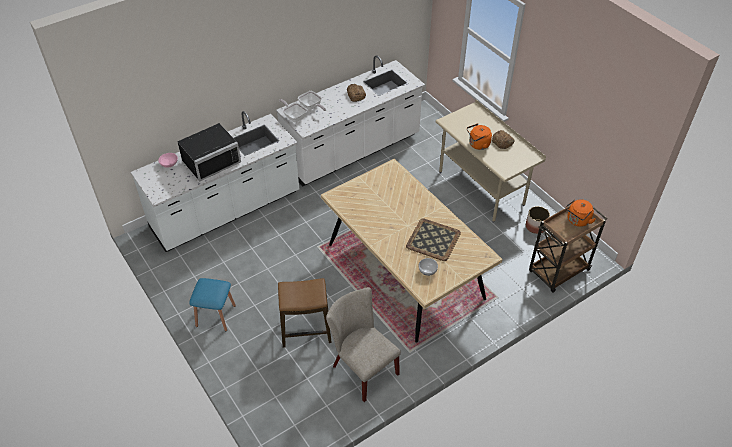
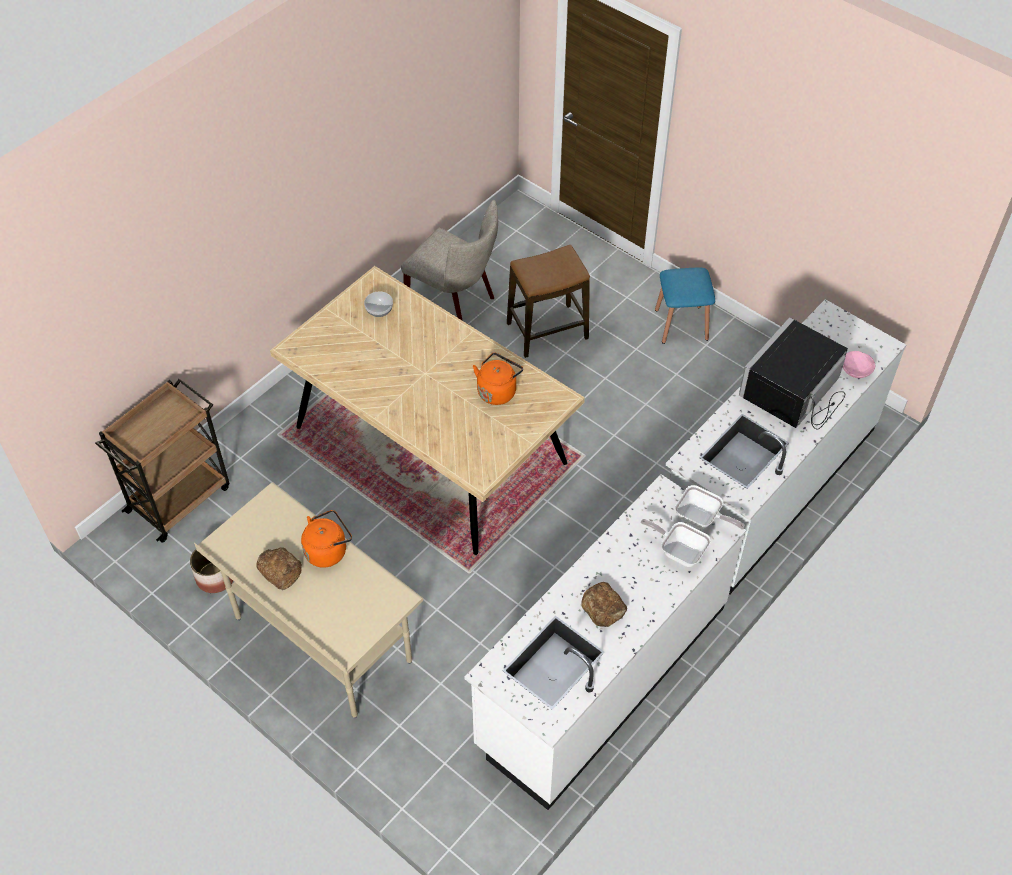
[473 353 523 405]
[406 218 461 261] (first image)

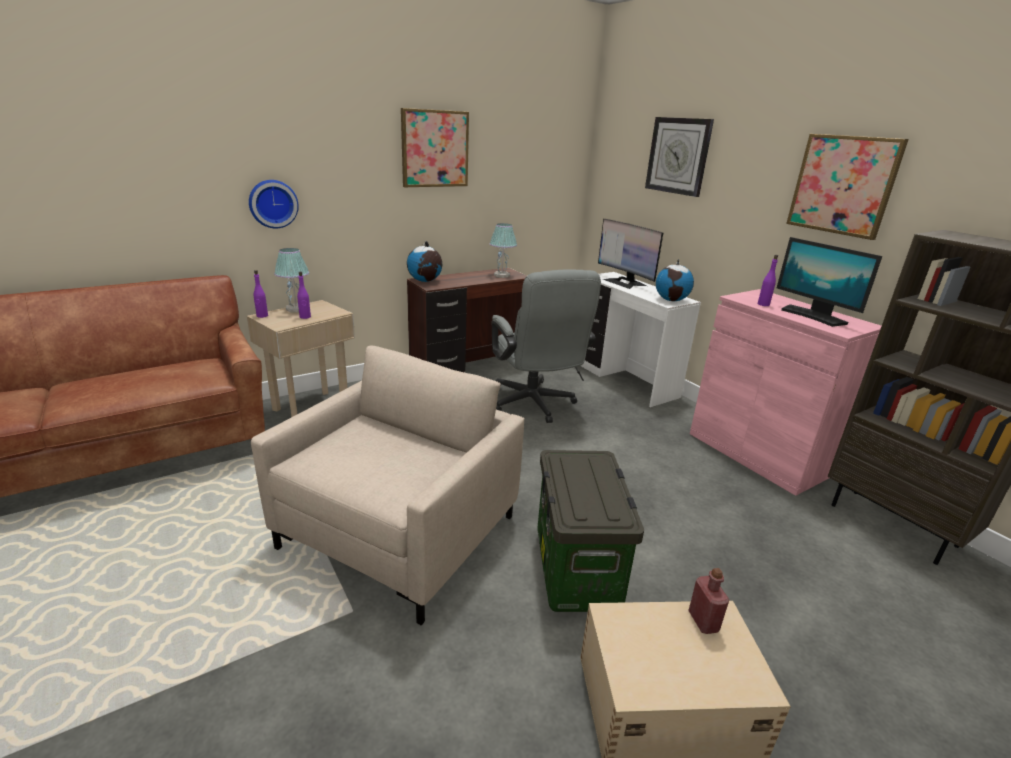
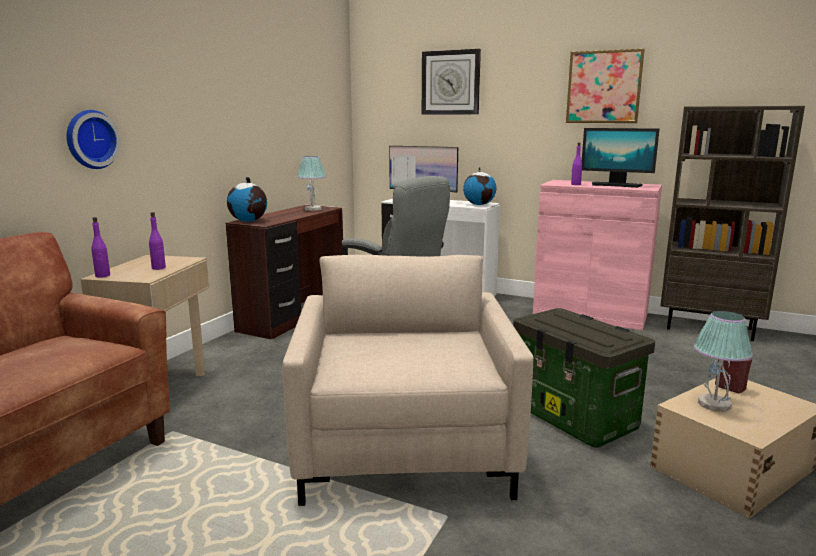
[401 108 469 187] (first image)
[694 311 753 412]

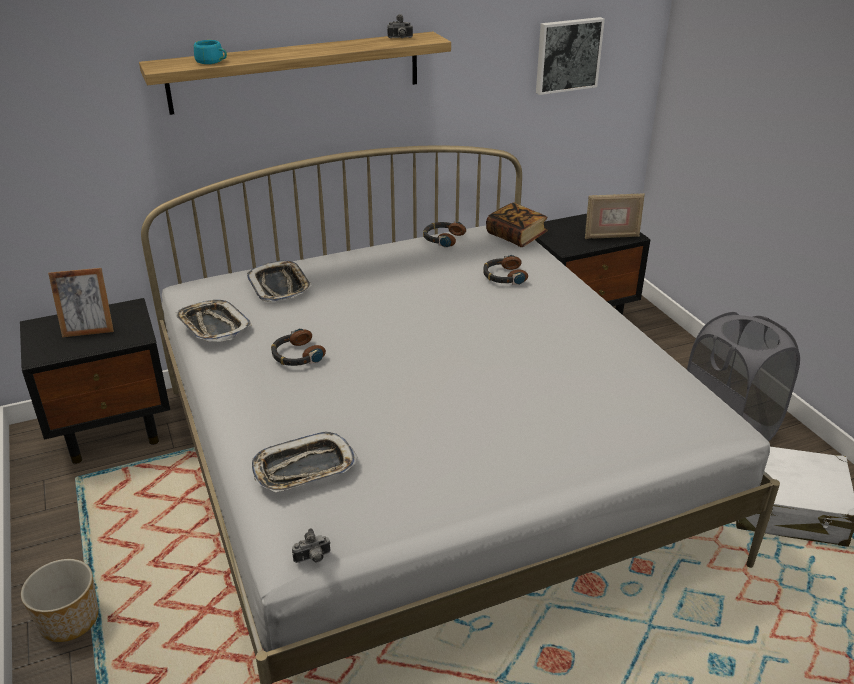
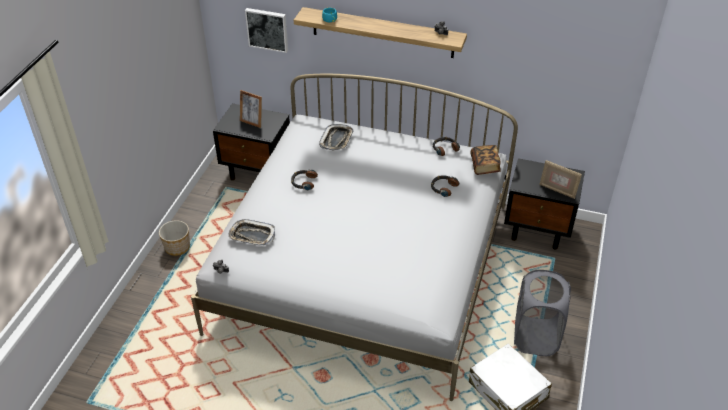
[245 8 288 53]
[174 300 252 342] (first image)

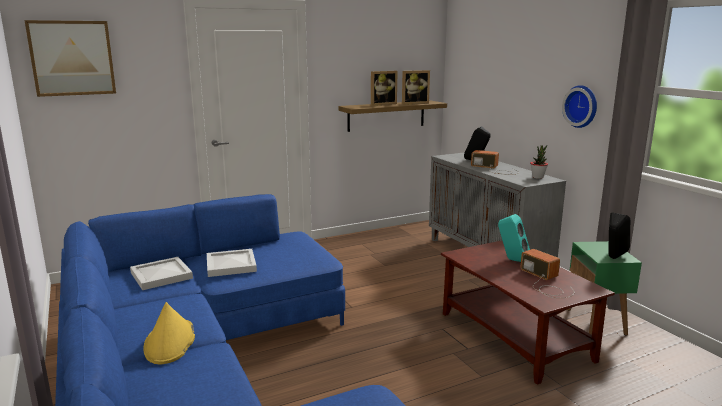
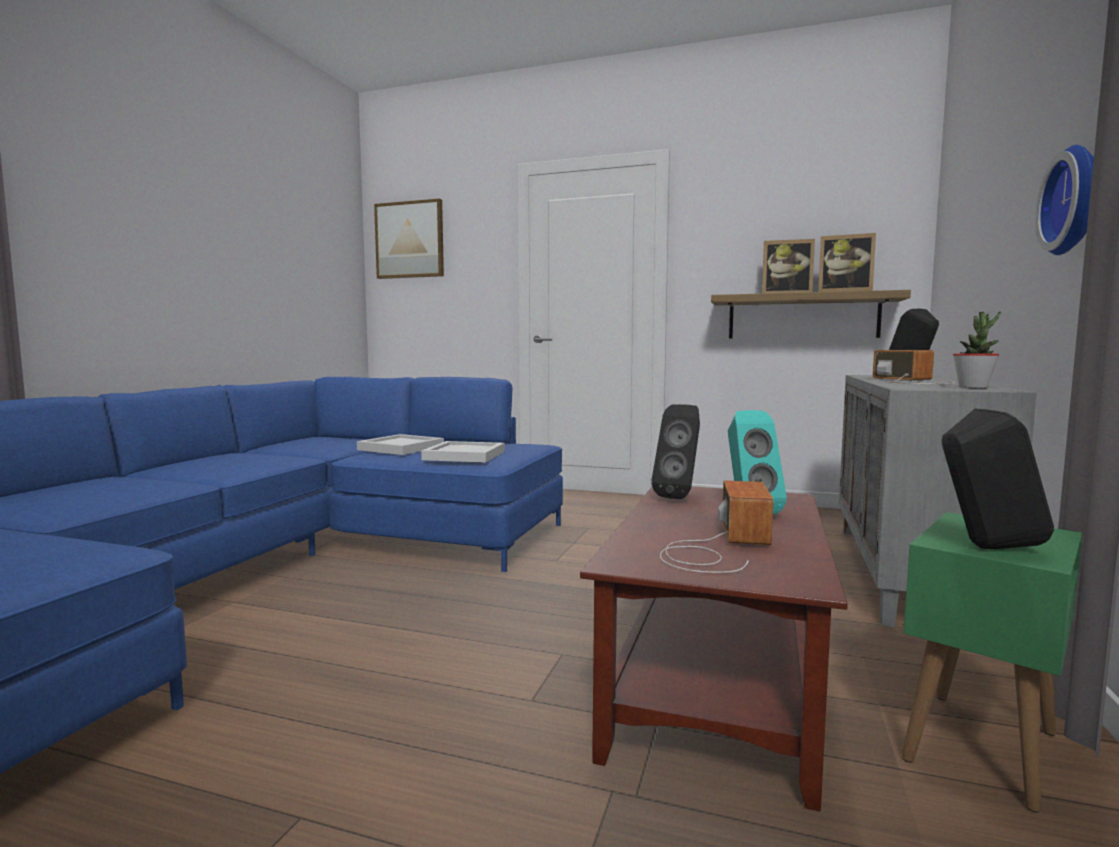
[421 441 505 463]
[143 302 195 364] (first image)
[651 404 700 499]

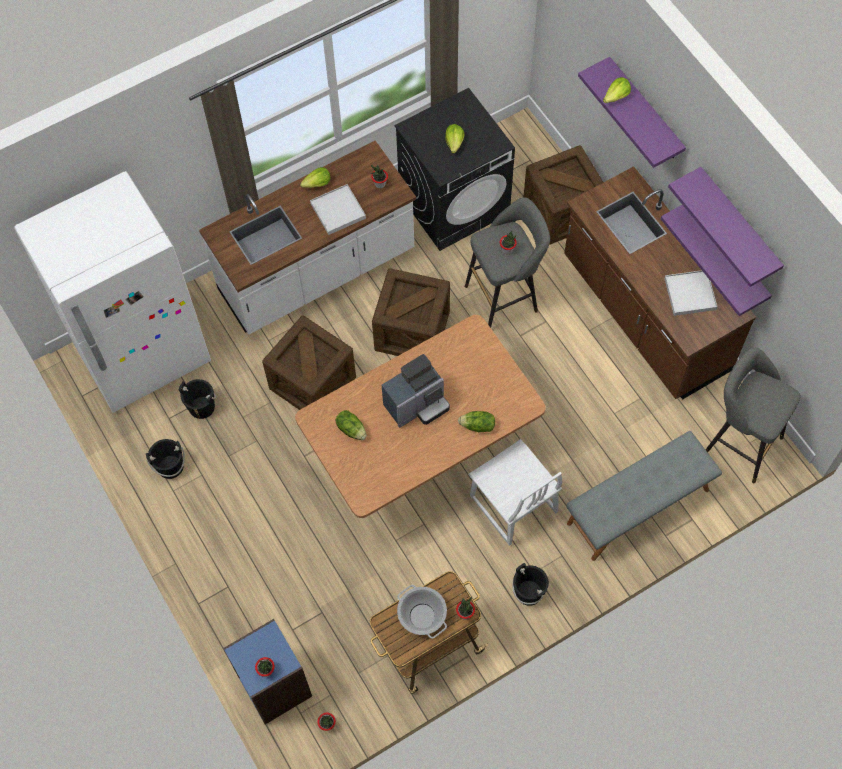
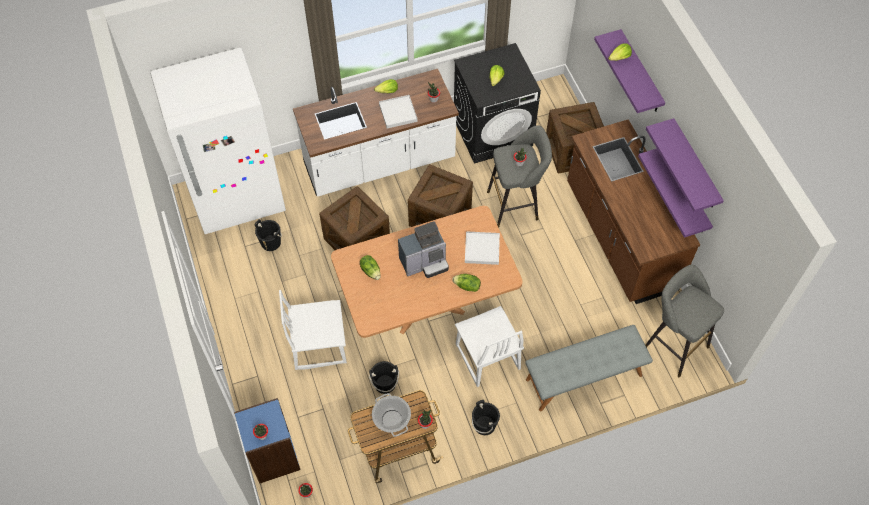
[465 231 500 265]
[369 361 399 394]
[279 290 347 370]

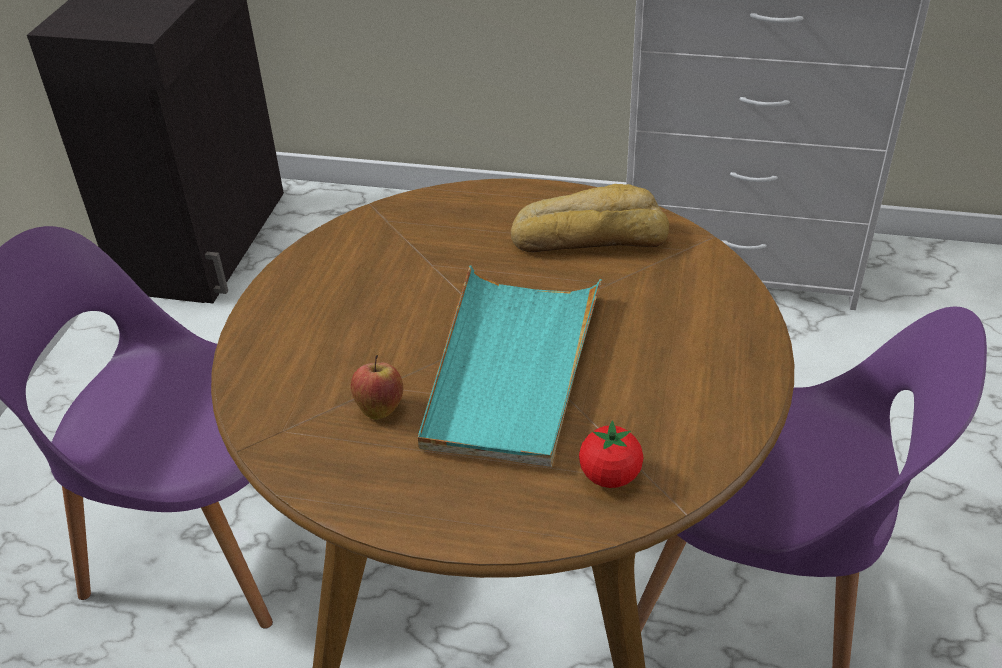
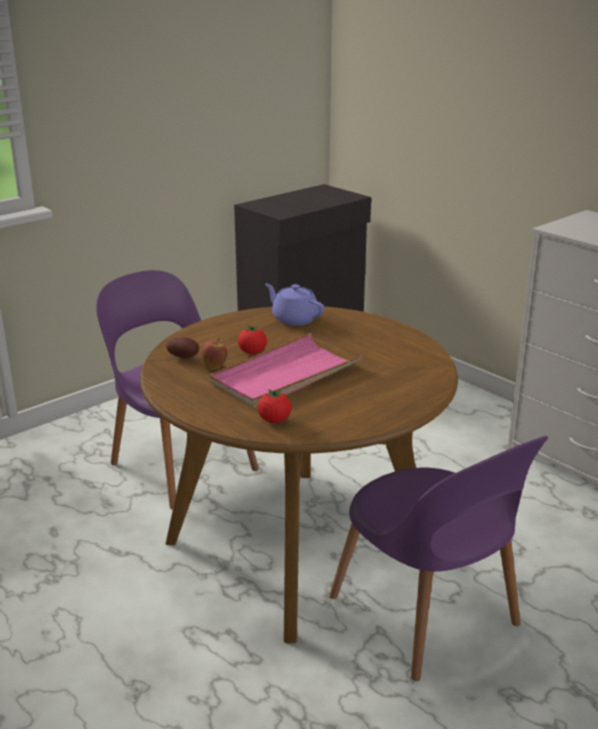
[511 184 669 252] (first image)
[210 333 362 408]
[265 284 324 326]
[238 325 267 354]
[166 337 199 359]

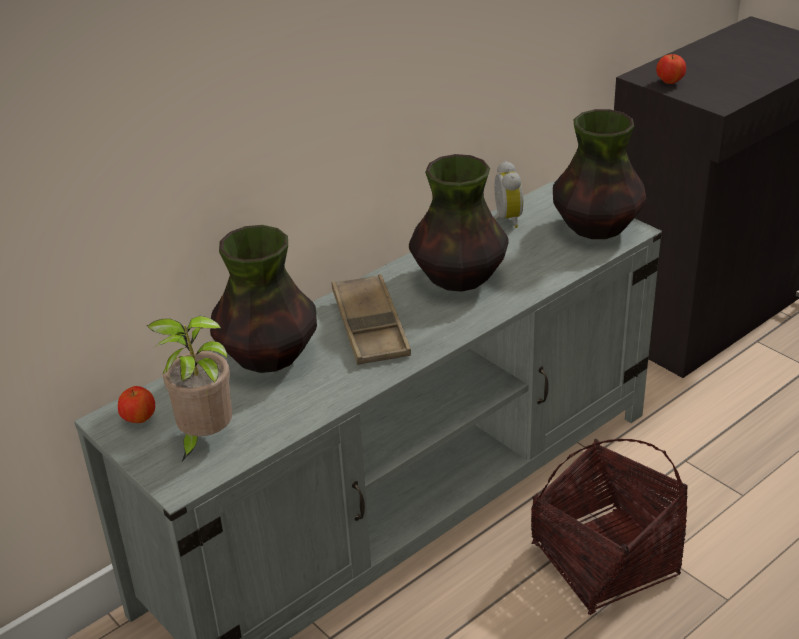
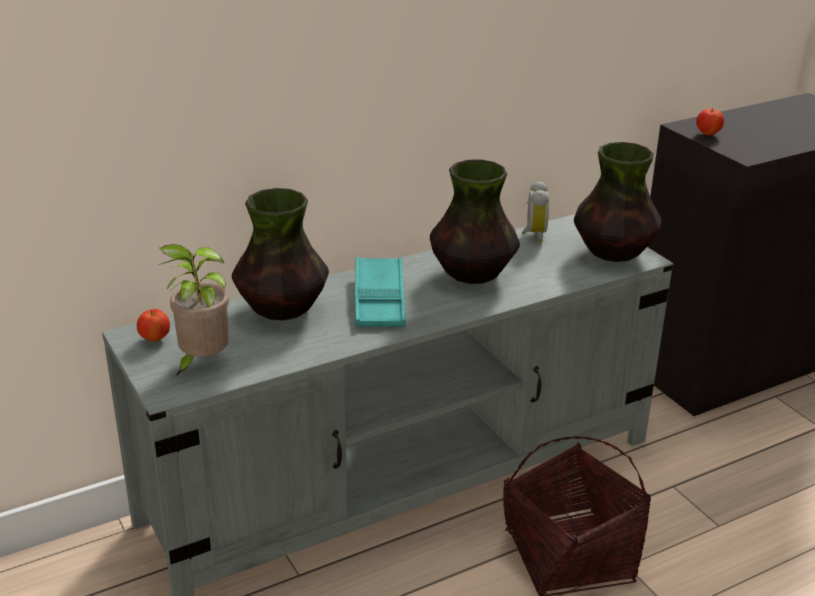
[355 257 405 327]

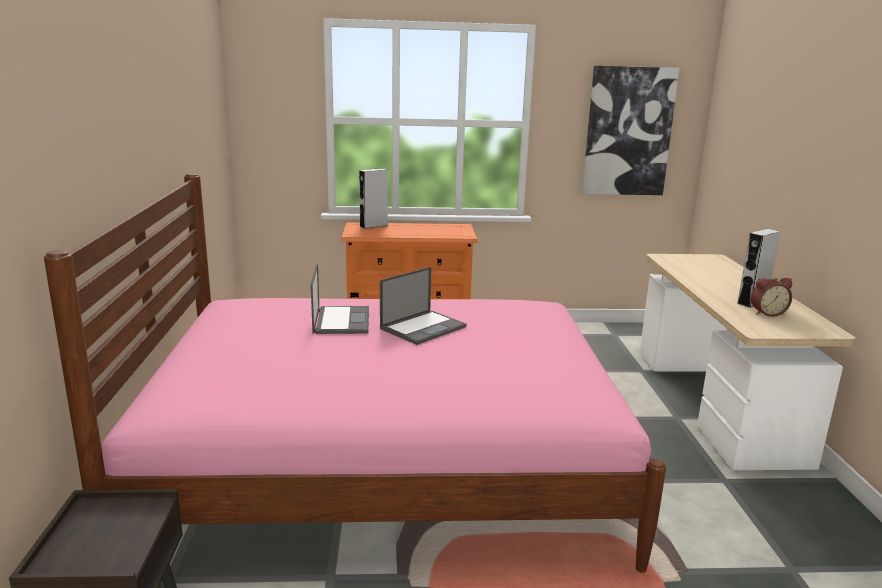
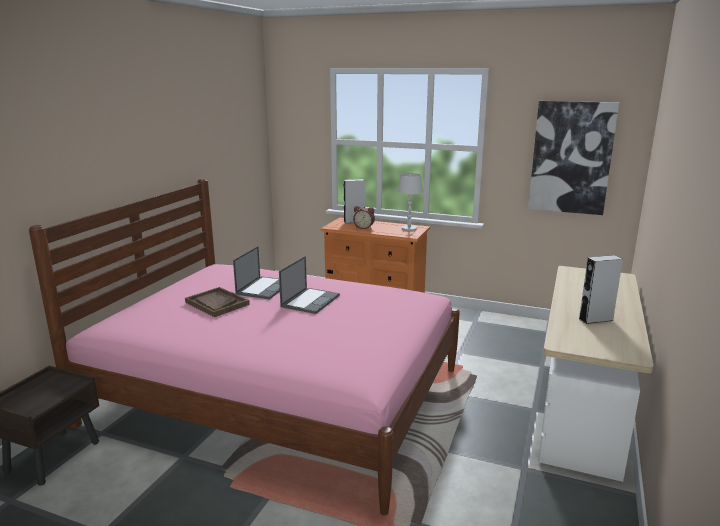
[279 256 340 314]
[353 206 375 229]
[398 173 423 231]
[185 287 250 317]

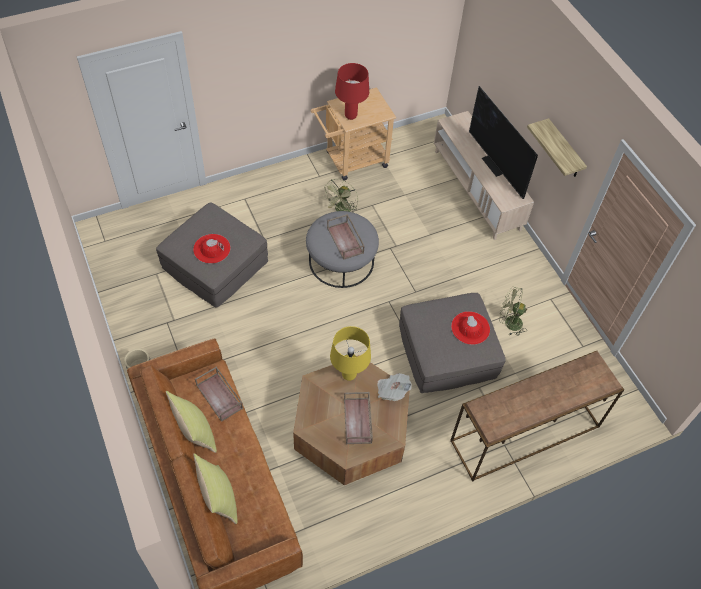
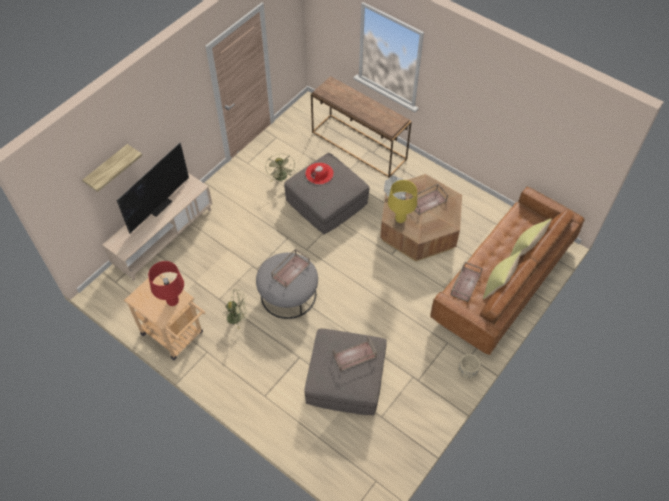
[82 144 142 192]
[333 336 377 372]

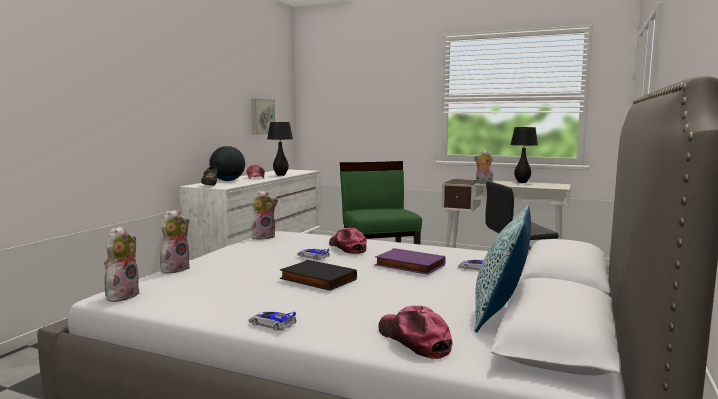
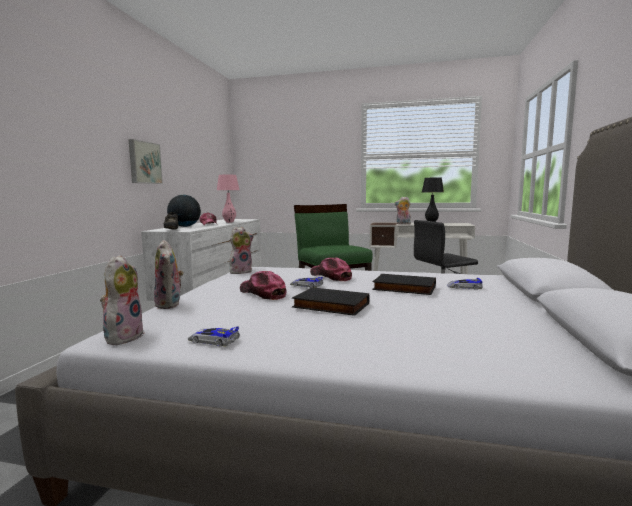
[128 139 163 184]
[217 175 239 223]
[474 205 531 332] (first image)
[154 240 184 309]
[372 274 436 295]
[240 271 287 300]
[188 326 240 347]

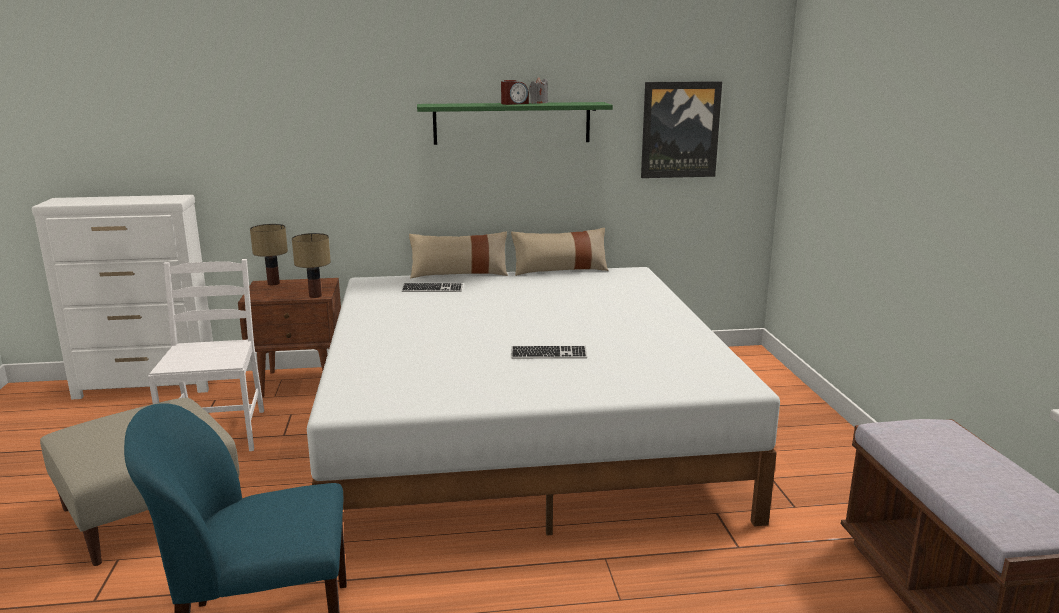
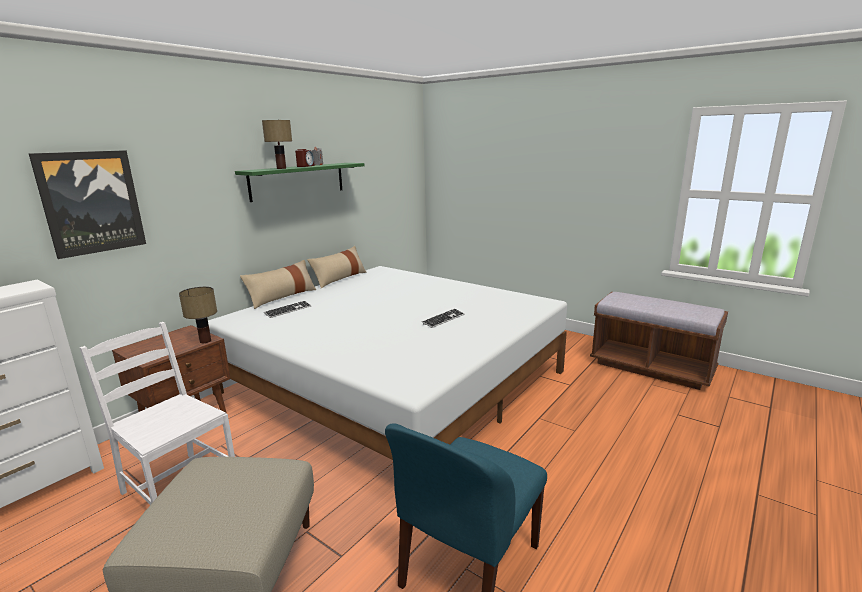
[29 150 146 259]
[262 120 292 169]

